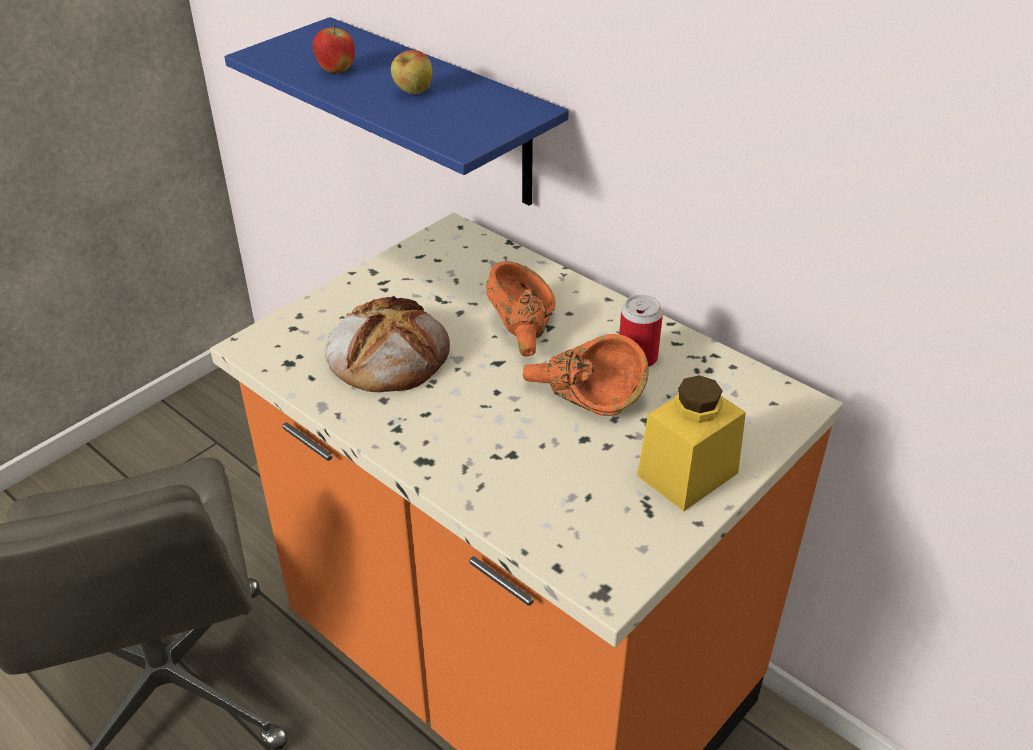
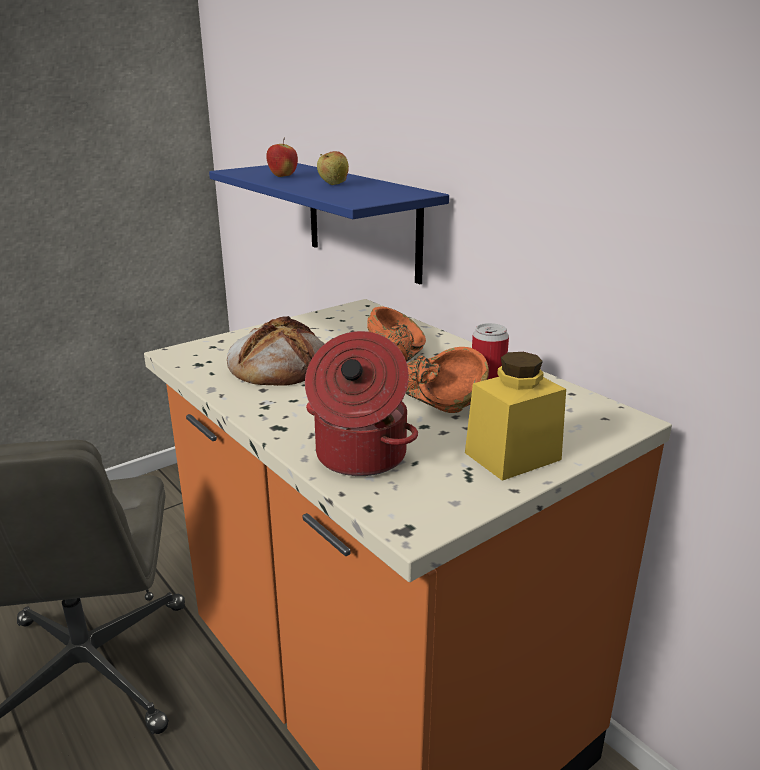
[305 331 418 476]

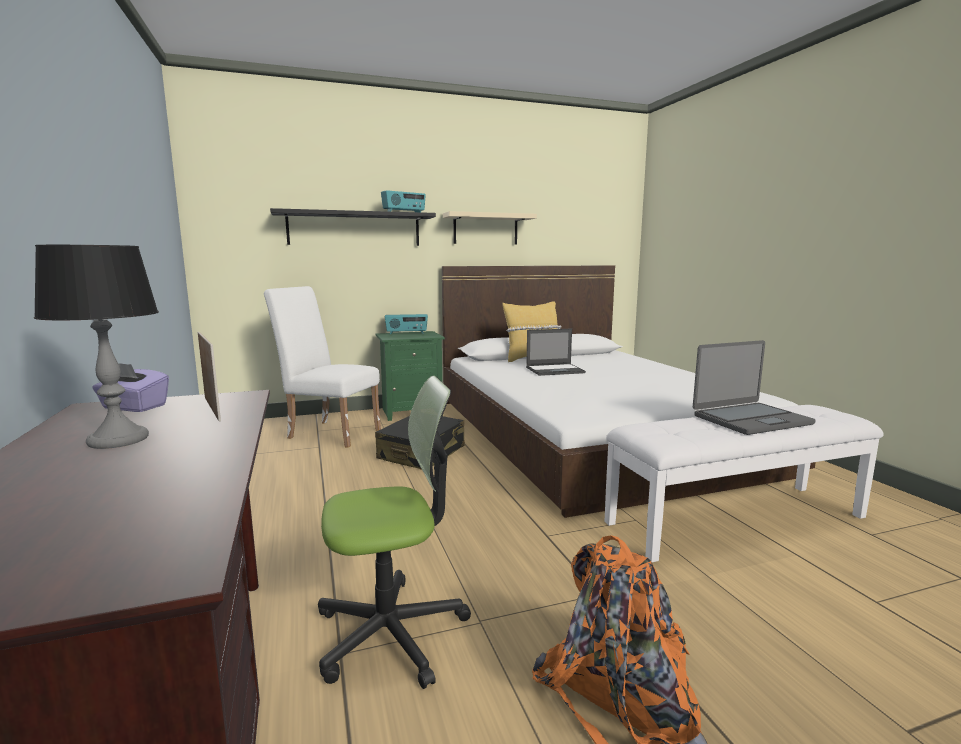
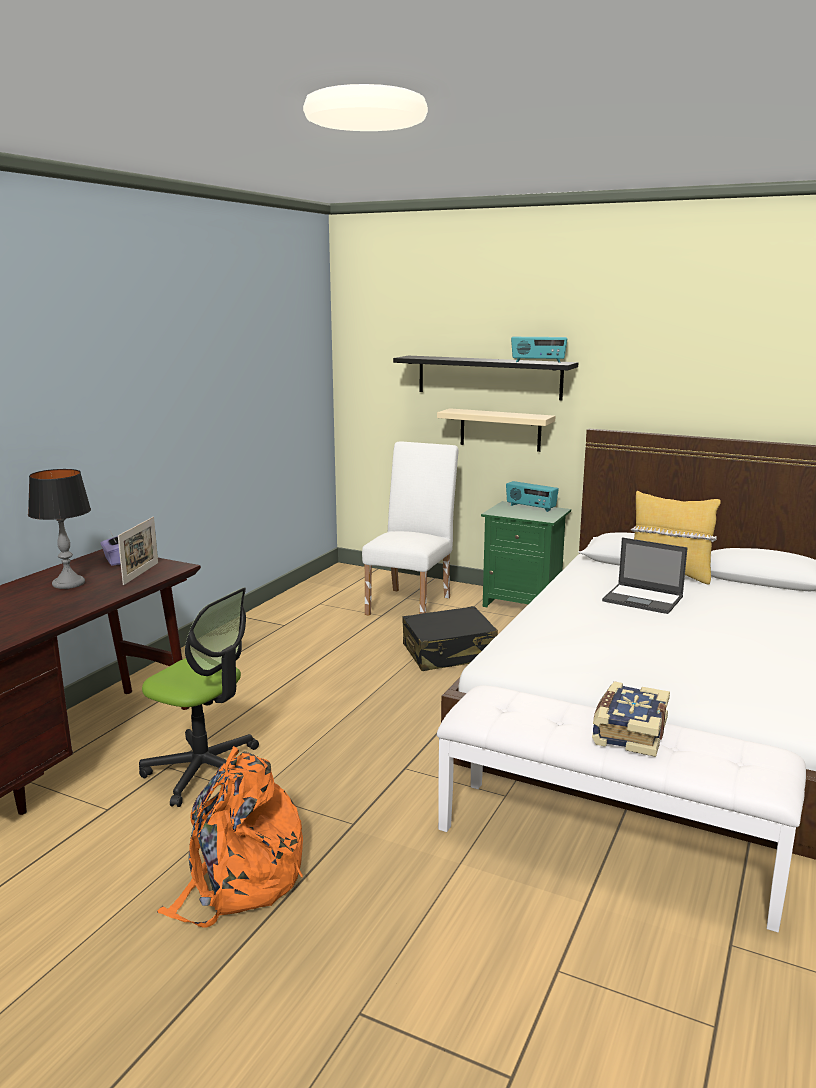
[437 408 555 452]
[362 441 459 616]
[592 681 670 757]

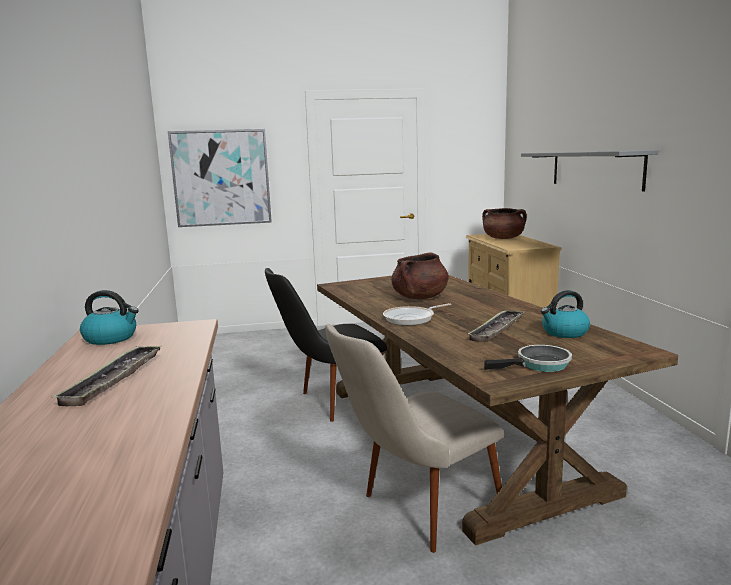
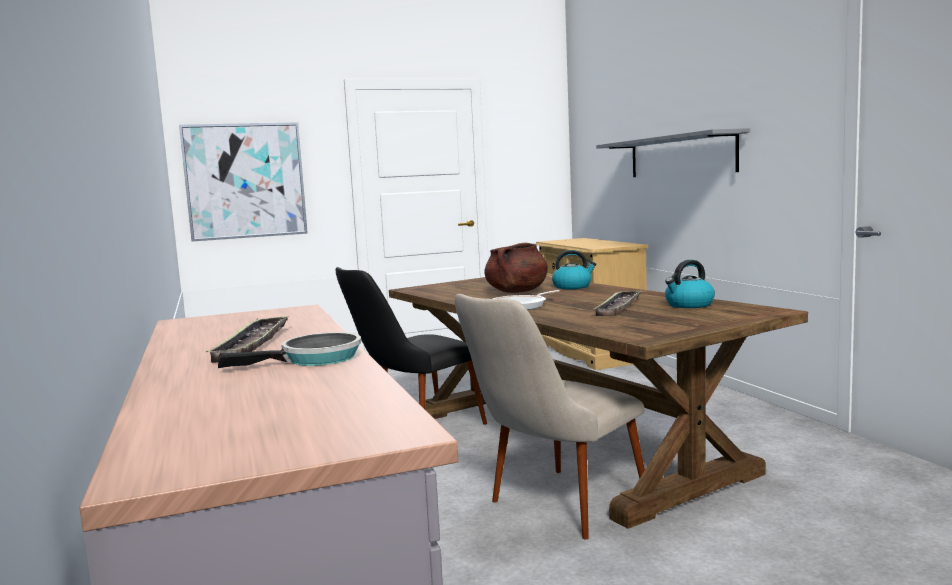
[482 208 527 239] (first image)
[552 250 596 289]
[218 332 361 368]

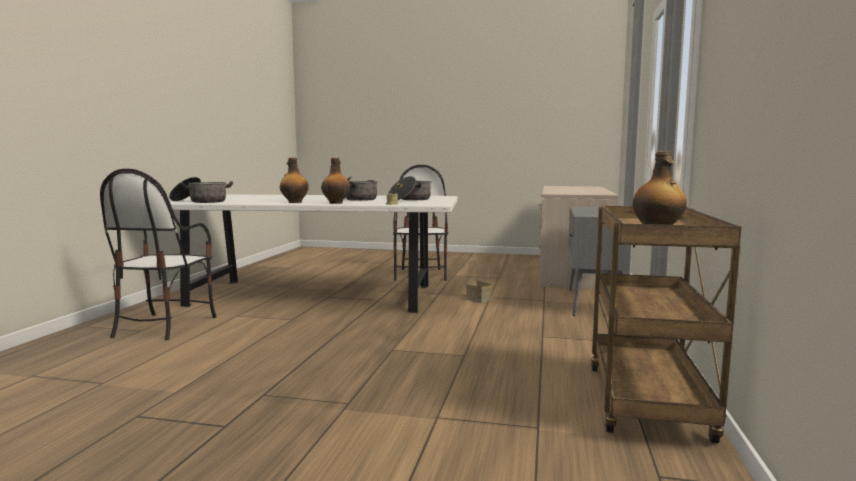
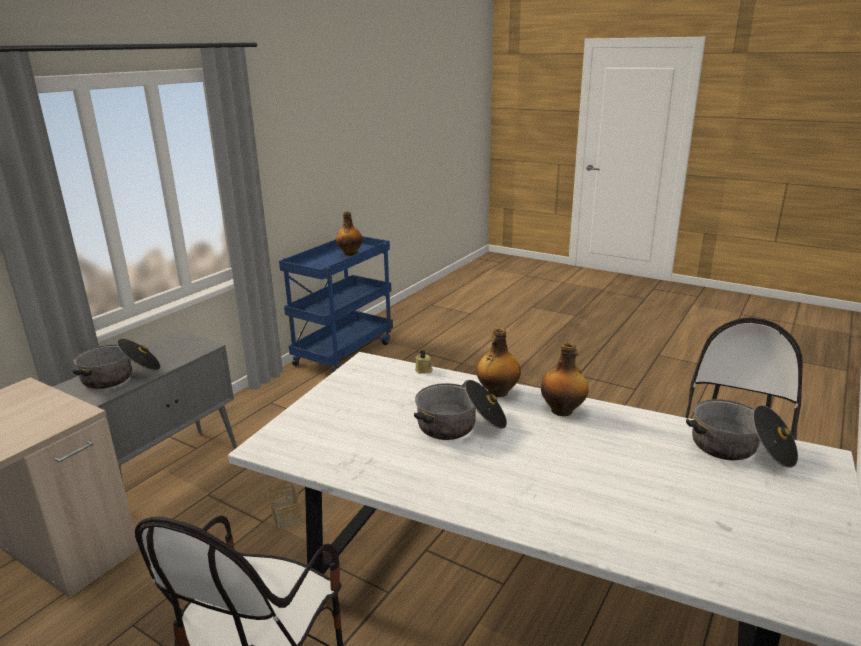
[73 339 161 389]
[279 236 393 373]

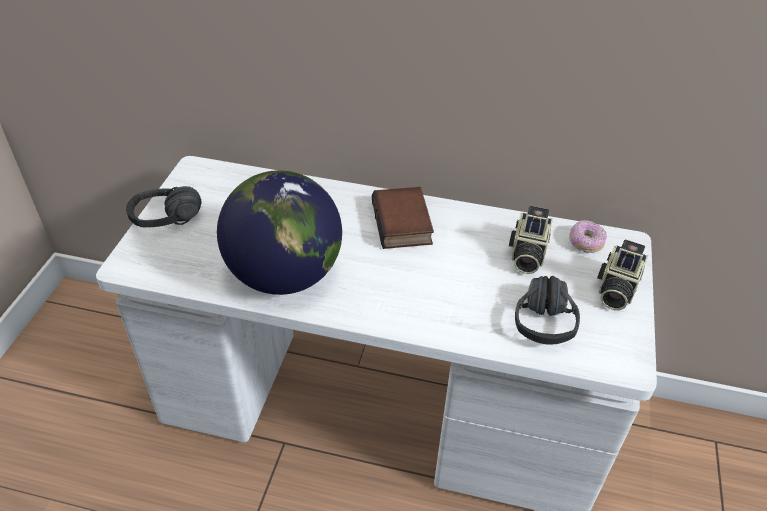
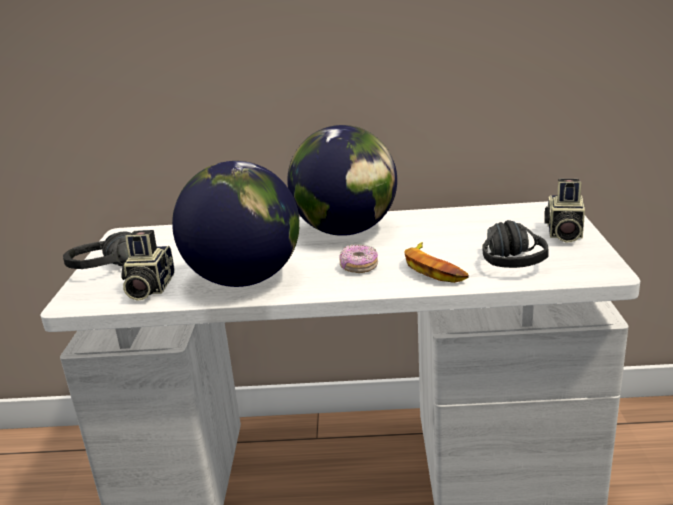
[287 125 397 236]
[121 230 175 301]
[339 245 378 273]
[405 242 469 283]

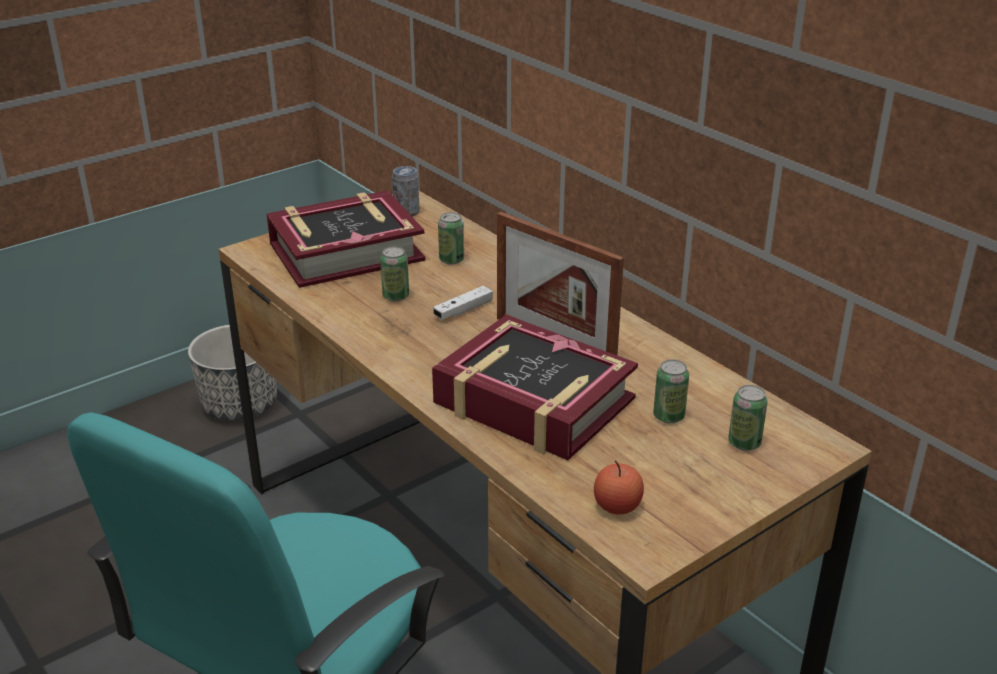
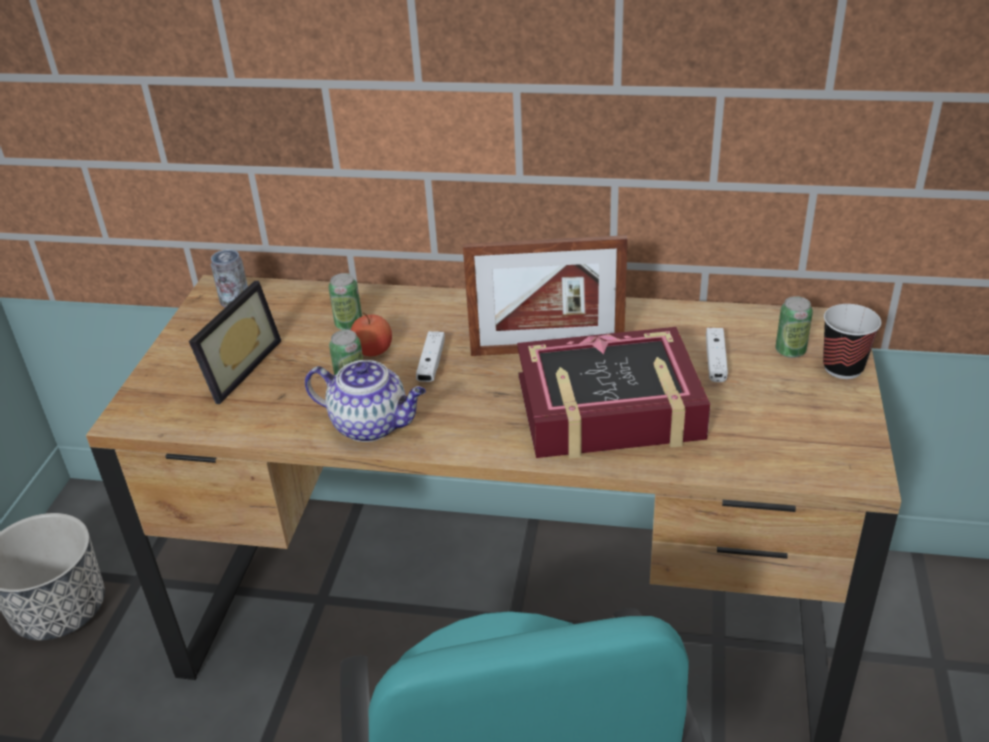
[189 281 281 404]
[706 328 728 382]
[351 313 392 356]
[823 304 881 379]
[305 360 426 442]

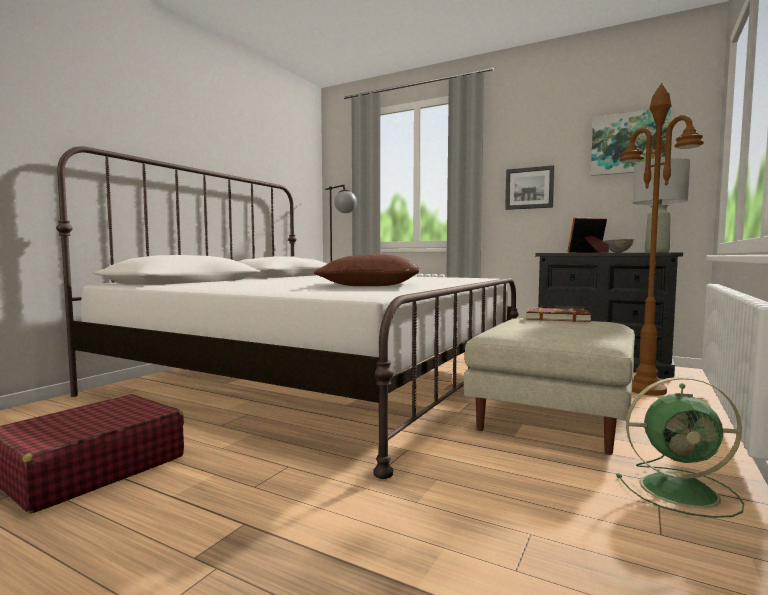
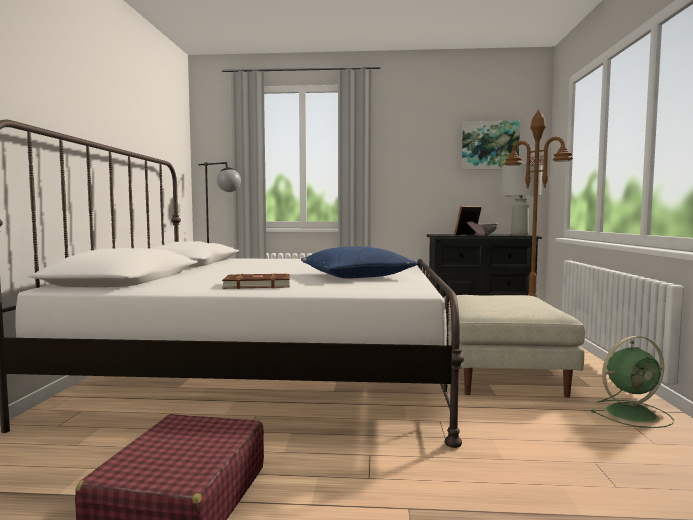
[505 165 555 210] (first image)
[301 246 418 278]
[222 273 290 289]

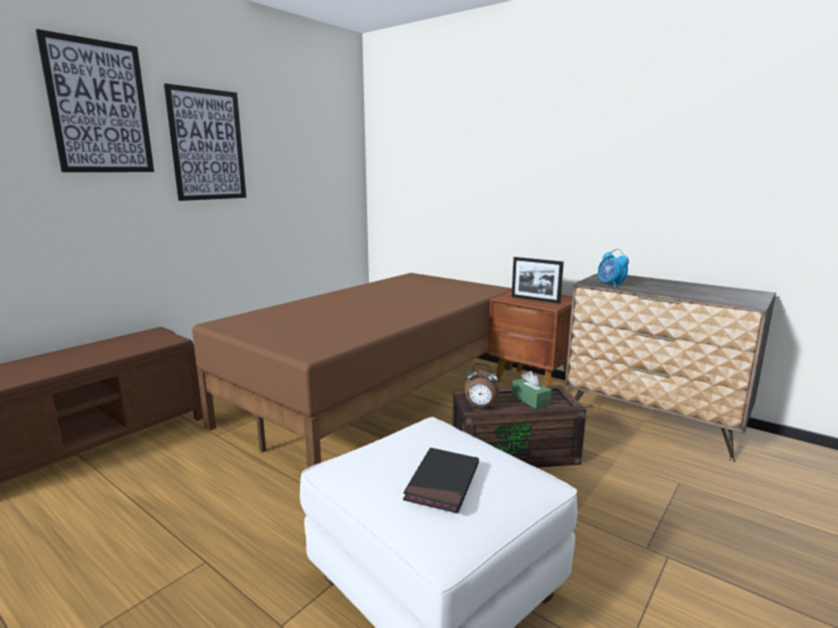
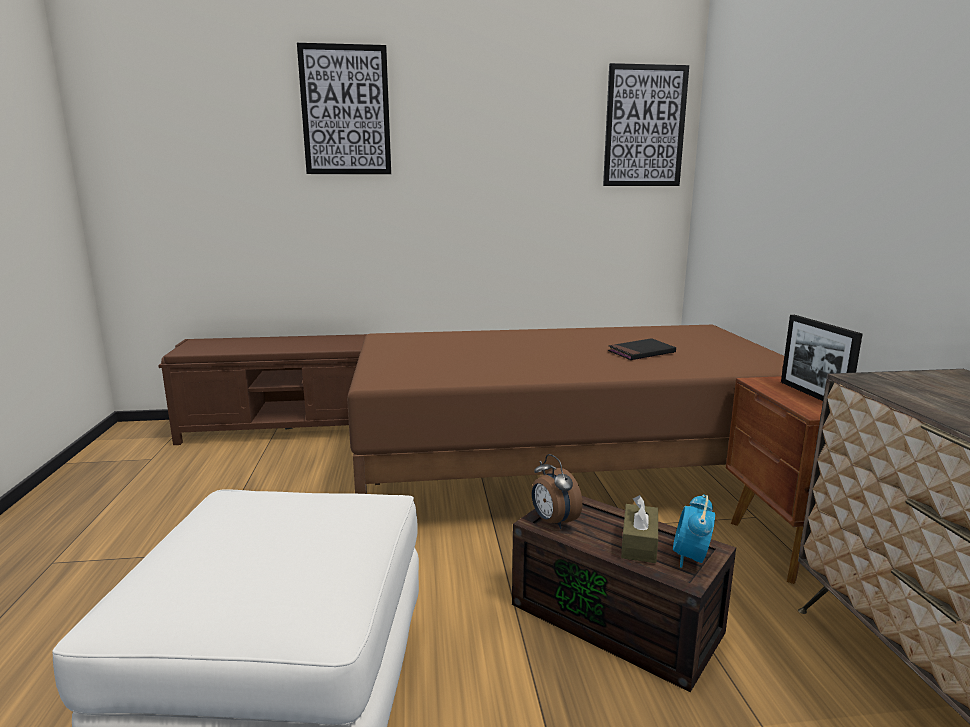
[603 63 689 186]
[673 494 715 568]
[621 495 658 563]
[608 338 676 360]

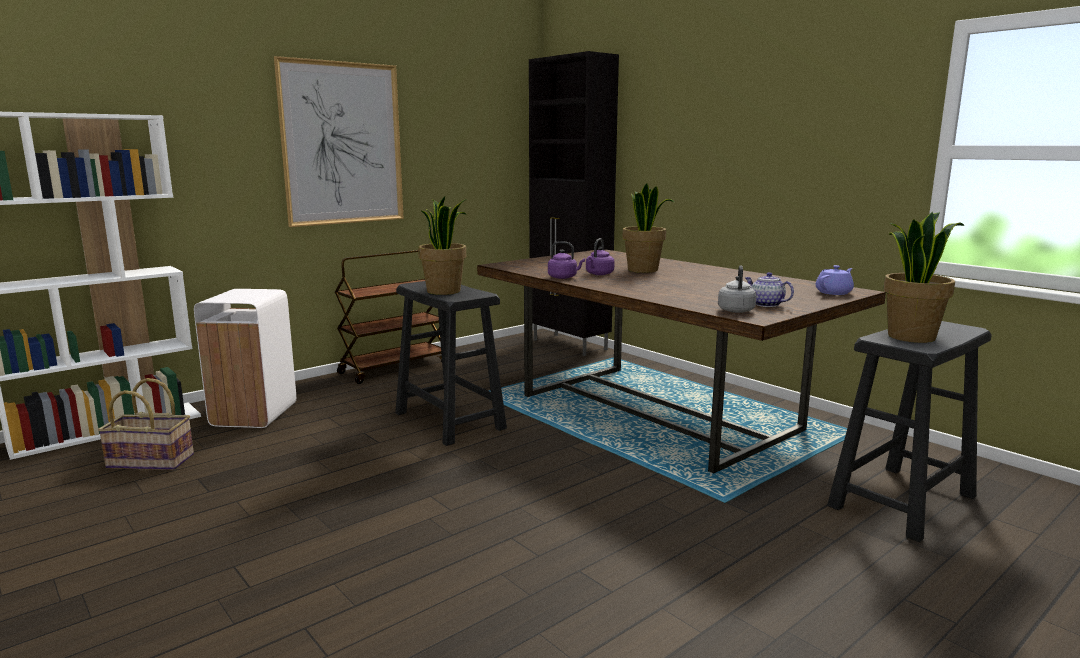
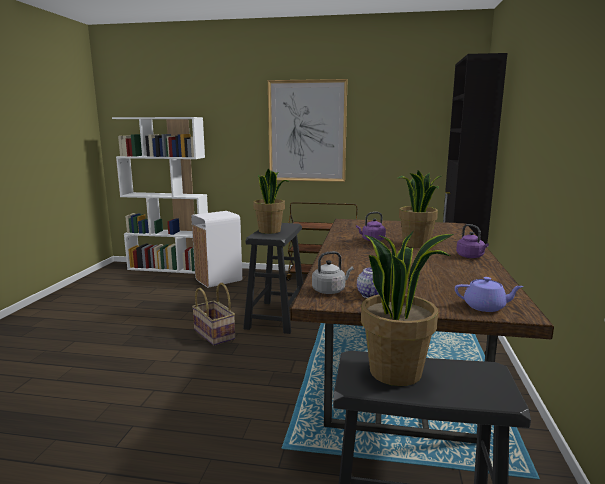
[456 224 489 258]
[192 283 235 345]

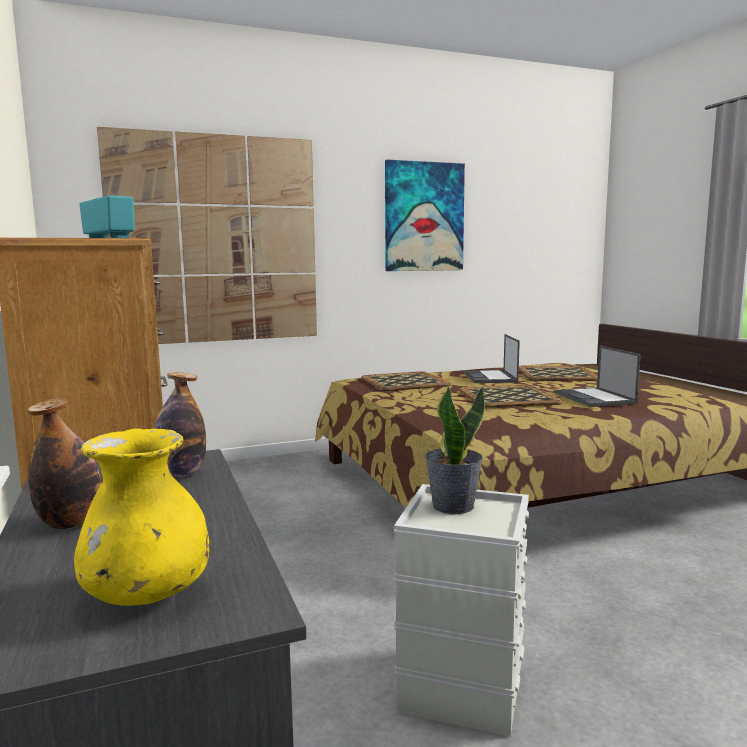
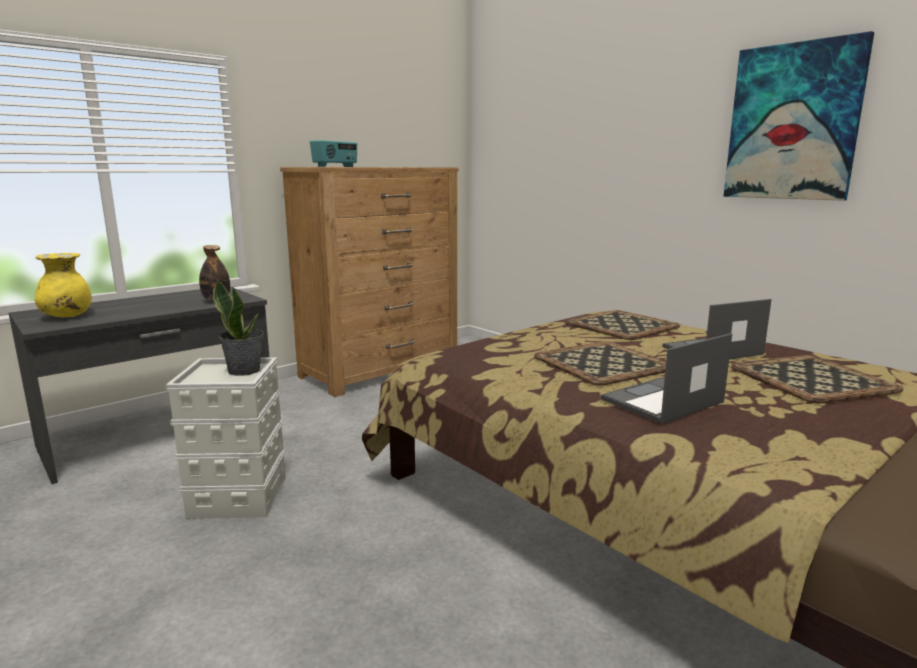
[97 127 317 344] (first image)
[28 398 102 529] (first image)

